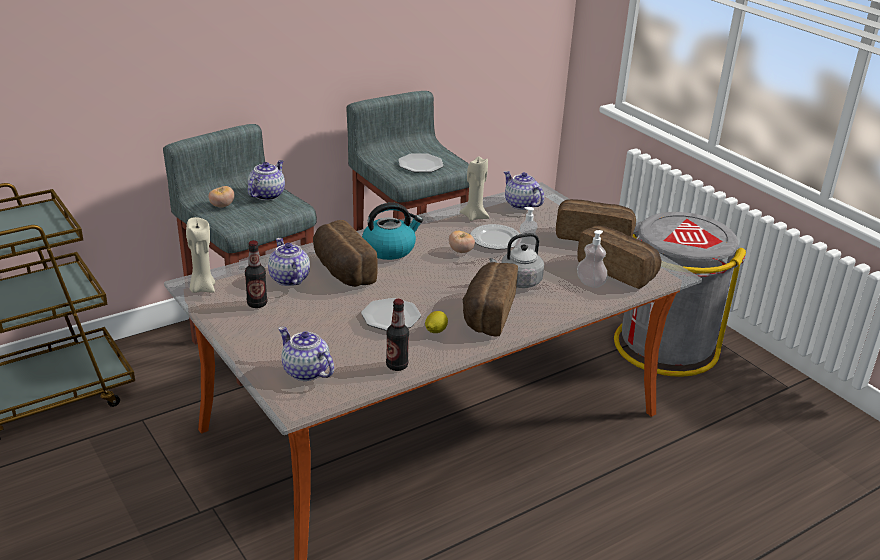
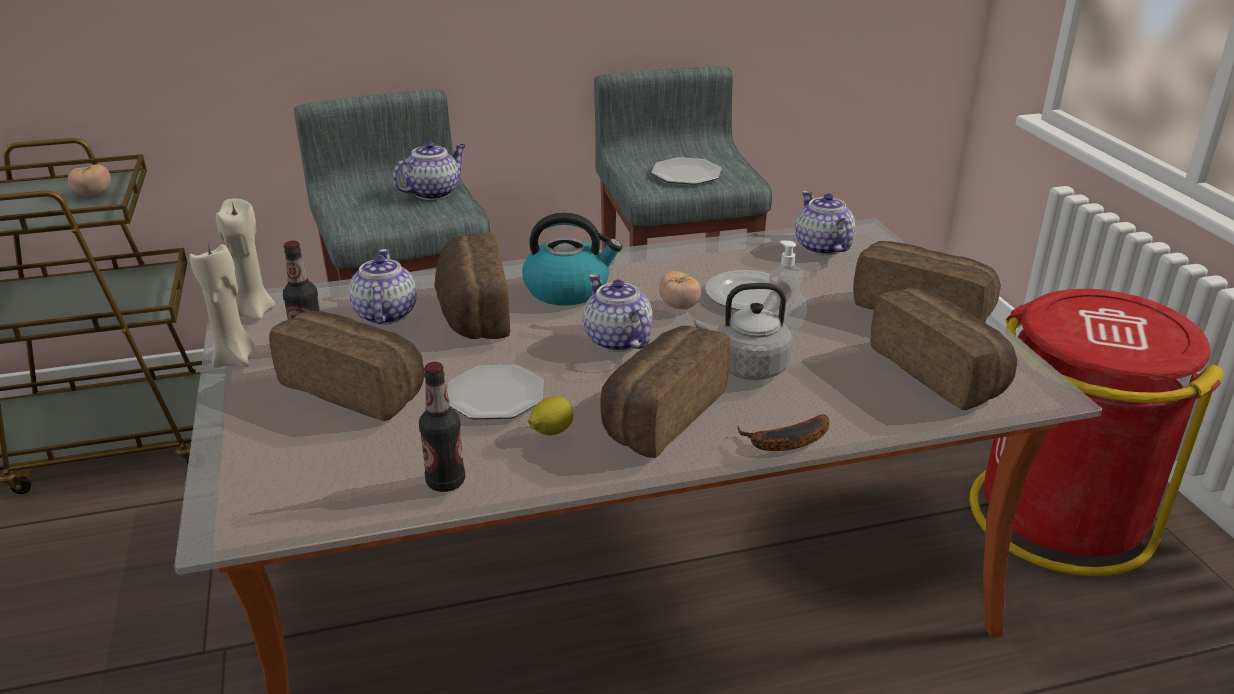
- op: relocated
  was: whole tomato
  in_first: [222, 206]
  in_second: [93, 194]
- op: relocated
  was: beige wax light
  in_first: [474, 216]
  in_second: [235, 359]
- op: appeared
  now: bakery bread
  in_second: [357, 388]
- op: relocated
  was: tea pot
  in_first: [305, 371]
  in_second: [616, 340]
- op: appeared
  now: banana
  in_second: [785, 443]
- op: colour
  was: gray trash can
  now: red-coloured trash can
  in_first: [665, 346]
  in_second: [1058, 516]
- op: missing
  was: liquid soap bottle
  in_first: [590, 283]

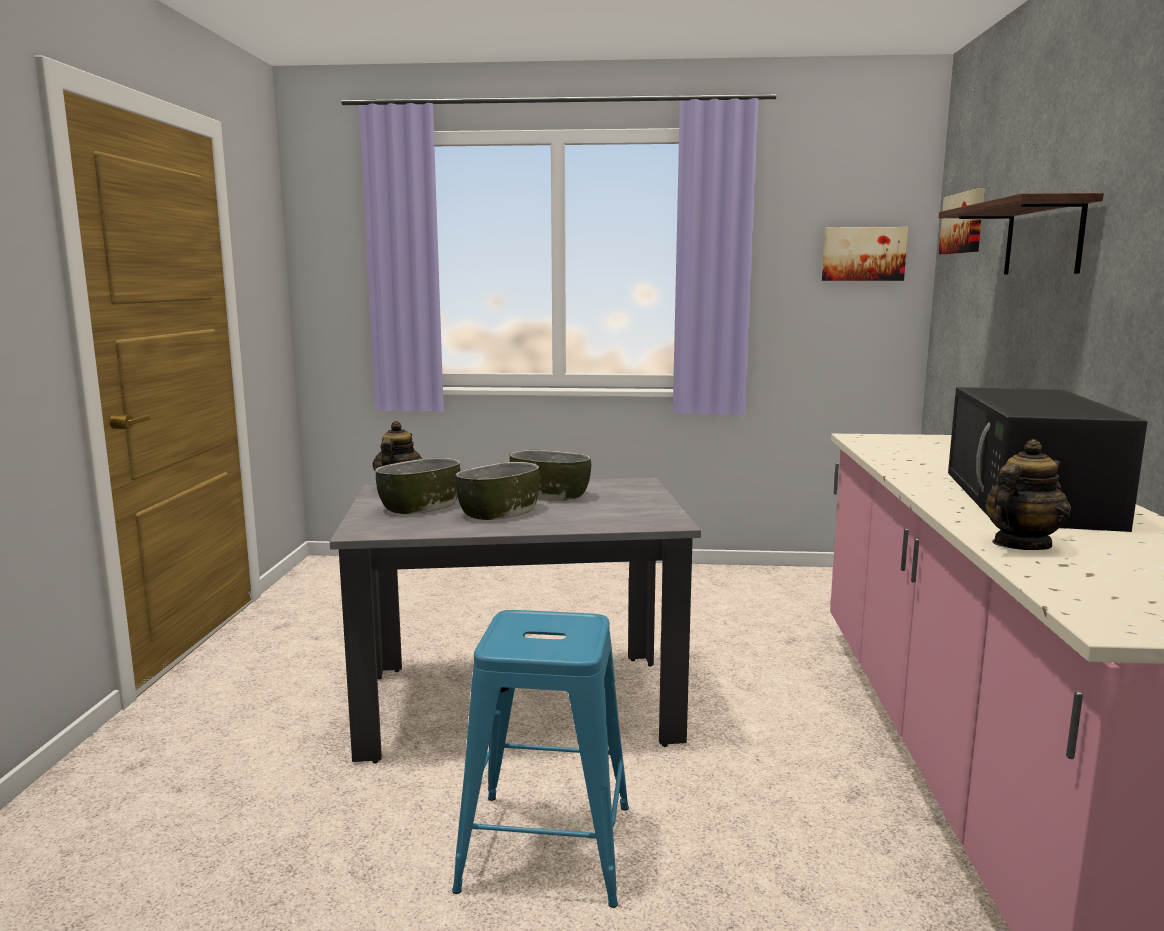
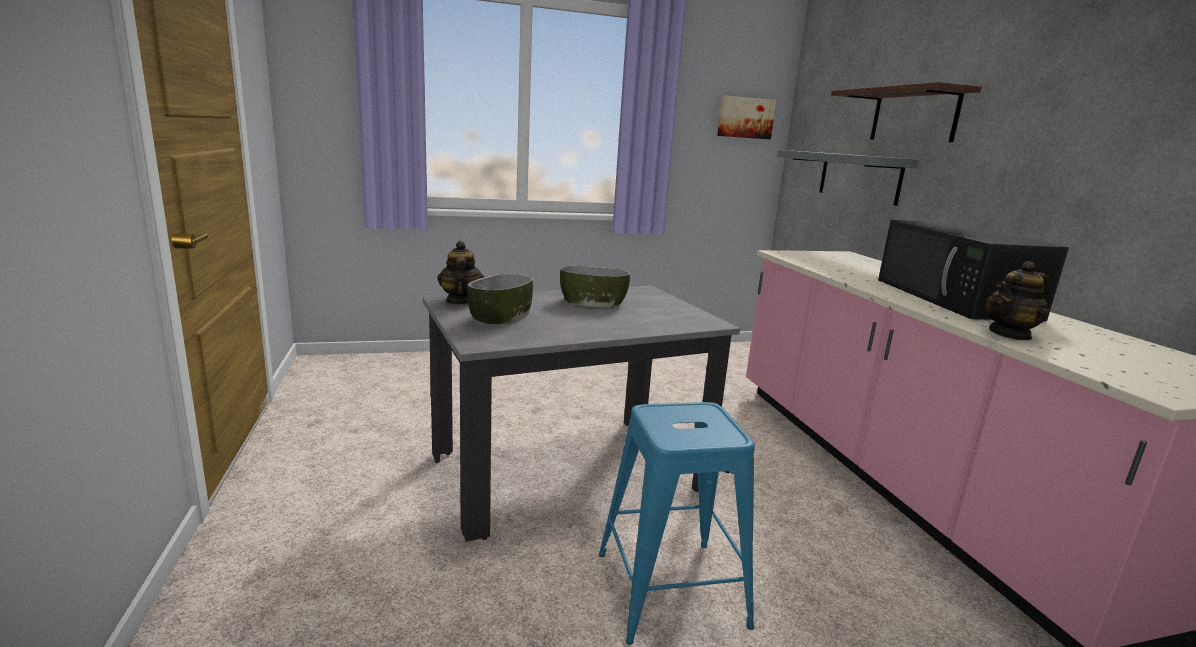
- op: appeared
  now: gray shelf
  in_second: [859, 177]
- op: spun
  was: tea pot
  in_first: [1020, 545]
  in_second: [1010, 334]
  clockwise: -150
- op: missing
  was: serving bowl
  in_first: [499, 512]
- op: missing
  was: wall picture
  in_first: [964, 223]

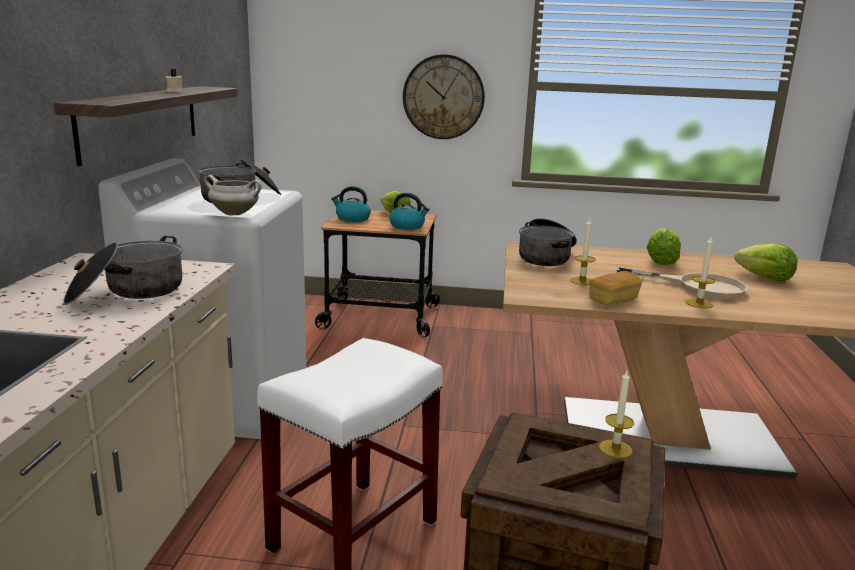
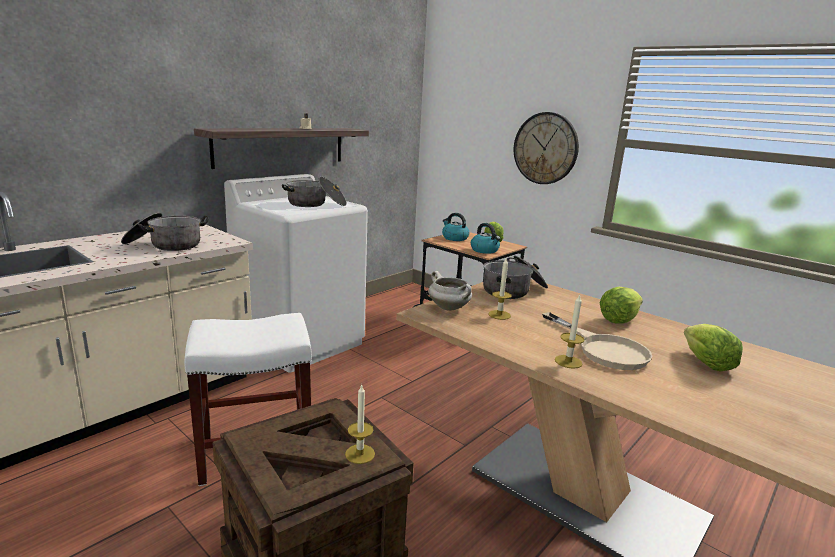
- op: relocated
  was: white cooking pot
  in_first: [235, 214]
  in_second: [449, 308]
- op: missing
  was: bakery bread
  in_first: [613, 299]

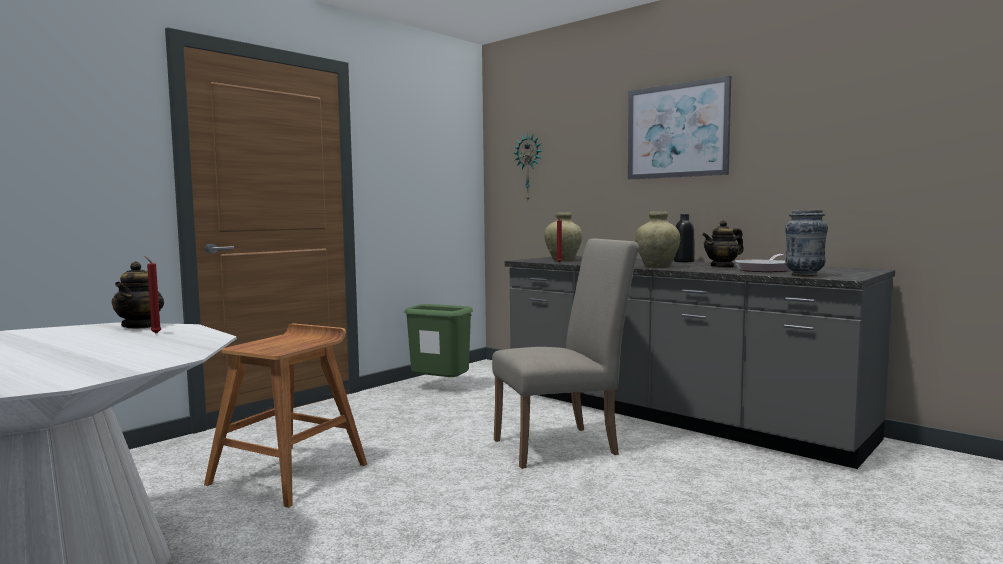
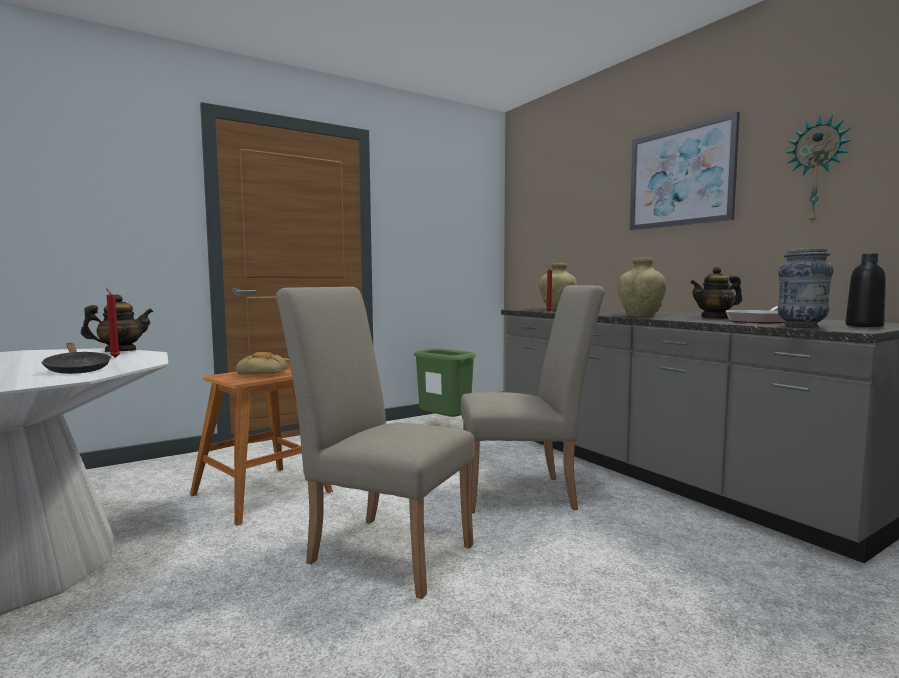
- op: appeared
  now: black frying pan
  in_second: [77, 369]
- op: spun
  was: tea pot
  in_first: [140, 326]
  in_second: [120, 351]
  clockwise: -135
- op: appeared
  now: bakery bread
  in_second: [264, 371]
- op: appeared
  now: beige plain chair
  in_second: [382, 549]
- op: relocated
  was: hanging clock
  in_first: [529, 167]
  in_second: [817, 171]
- op: relocated
  was: black beverage bottle
  in_first: [683, 261]
  in_second: [864, 326]

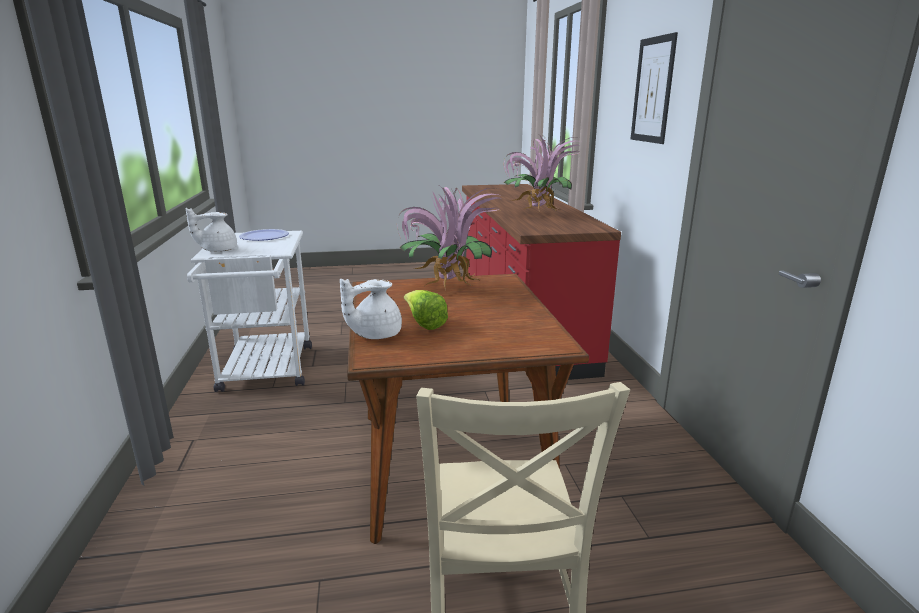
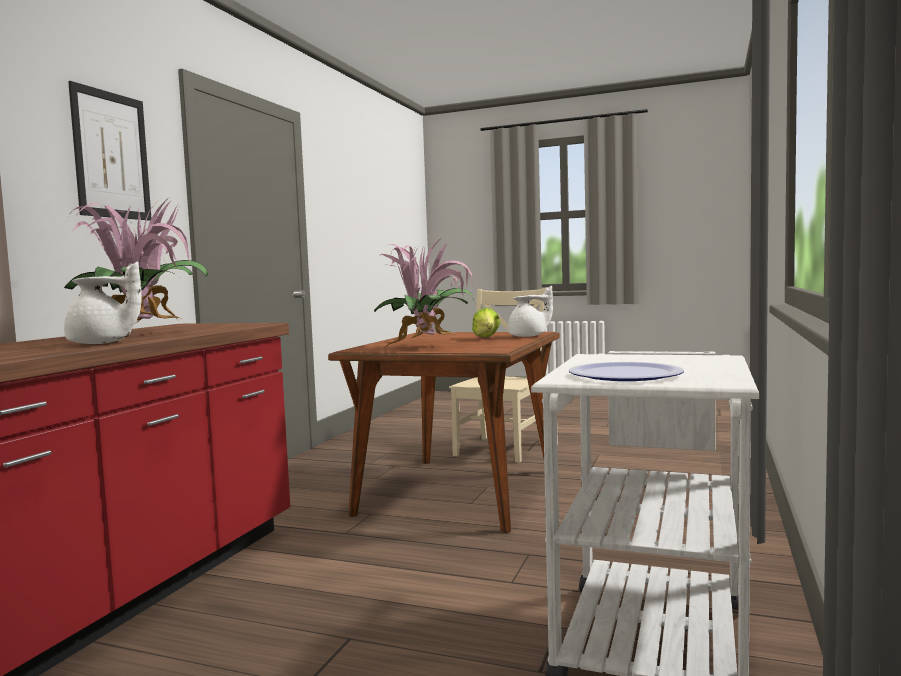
- op: relocated
  was: white tea pot
  in_first: [217, 250]
  in_second: [102, 343]

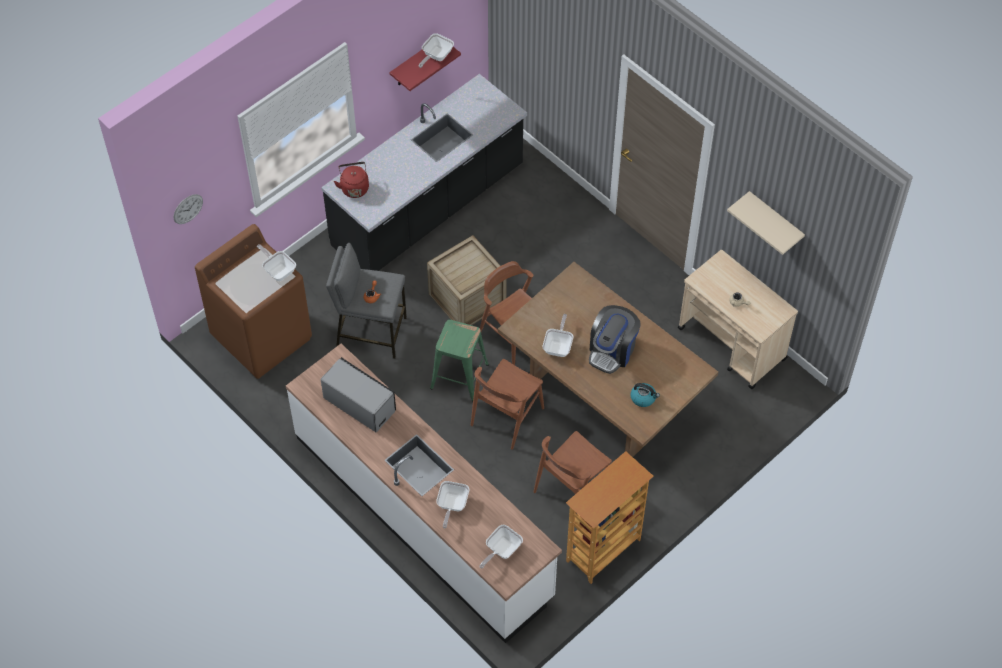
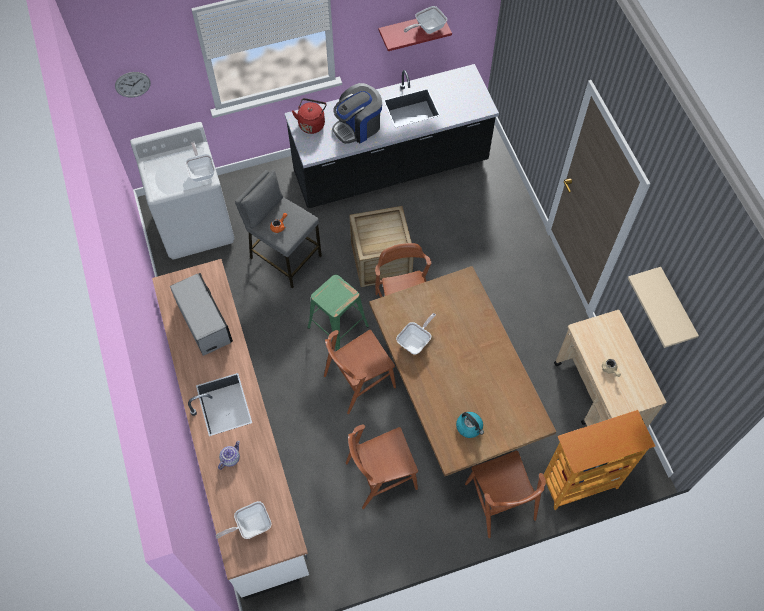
- op: colour
  was: brownish washing machine
  now: white washing machine
  in_first: [262, 336]
  in_second: [196, 225]
- op: exchanged
  was: frying pan
  now: tea pot
  in_first: [451, 505]
  in_second: [230, 458]
- op: relocated
  was: coffee brewer
  in_first: [612, 350]
  in_second: [358, 127]
- op: appeared
  now: brownish plain chair
  in_second: [500, 501]
- op: relocated
  was: shelving unit
  in_first: [603, 551]
  in_second: [579, 484]

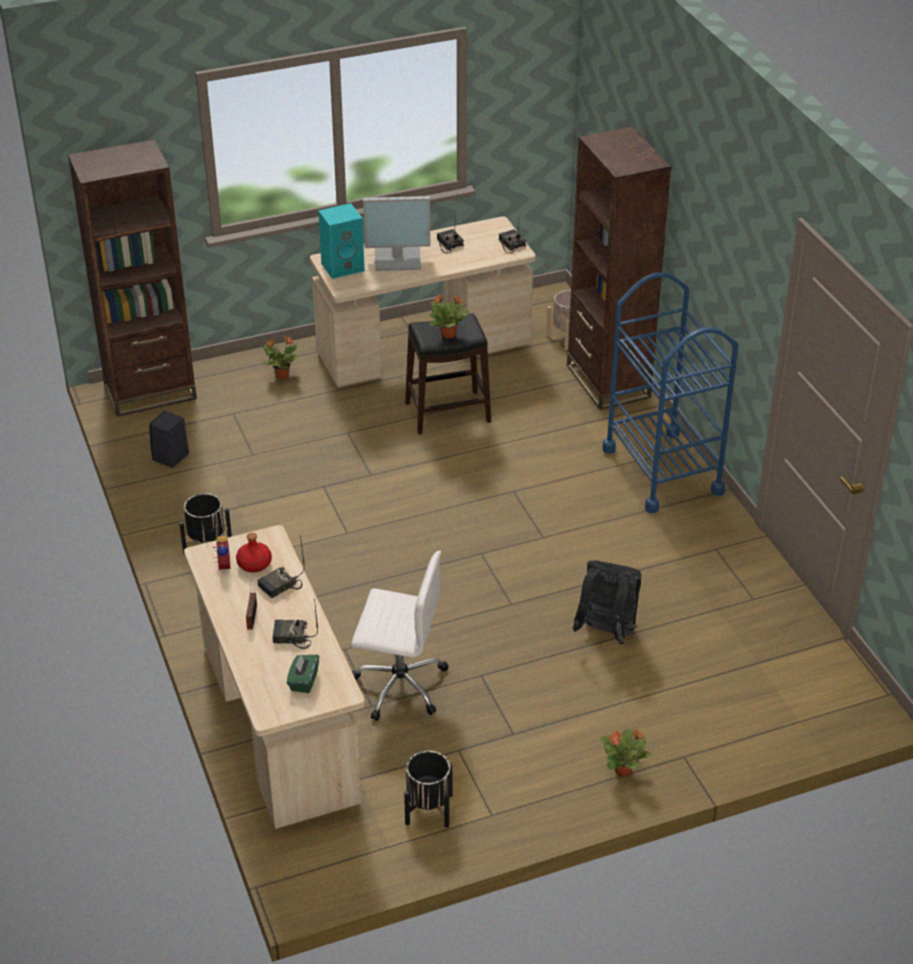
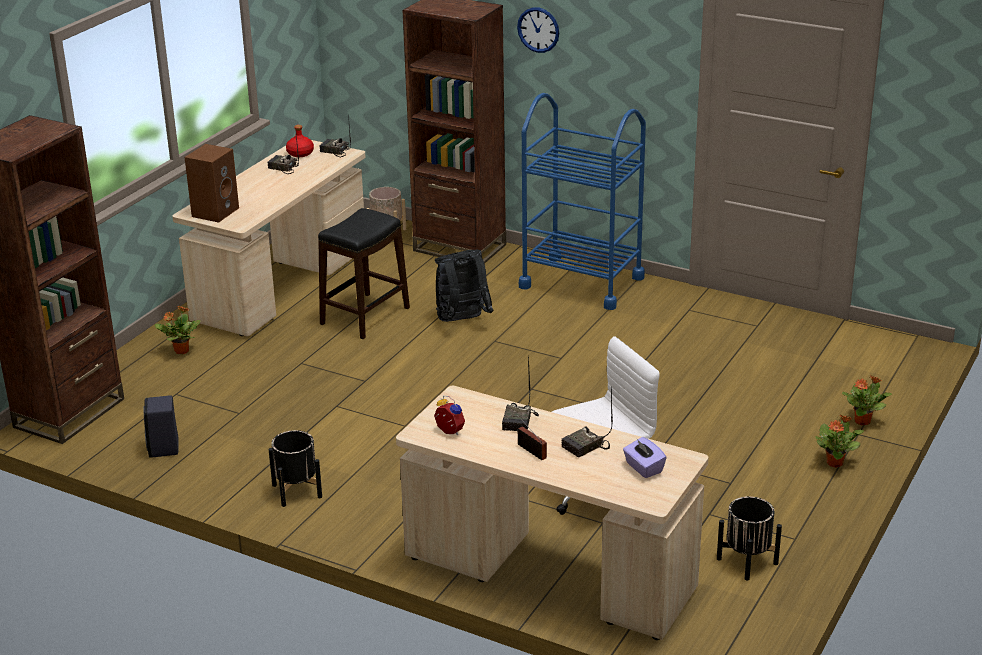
- op: colour
  was: turquoise-coloured loudspeaker
  now: brownish loudspeaker
  in_first: [343, 266]
  in_second: [215, 211]
- op: relocated
  was: red-coloured beverage bottle
  in_first: [255, 564]
  in_second: [300, 153]
- op: relocated
  was: black knapsack
  in_first: [606, 633]
  in_second: [462, 321]
- op: appeared
  now: hanging clock
  in_second: [538, 29]
- op: colour
  was: greenish tissue box
  now: purple tissue box
  in_first: [303, 681]
  in_second: [643, 468]
- op: relocated
  was: plant in a pot
  in_first: [449, 335]
  in_second: [863, 421]
- op: missing
  was: monitor
  in_first: [398, 258]

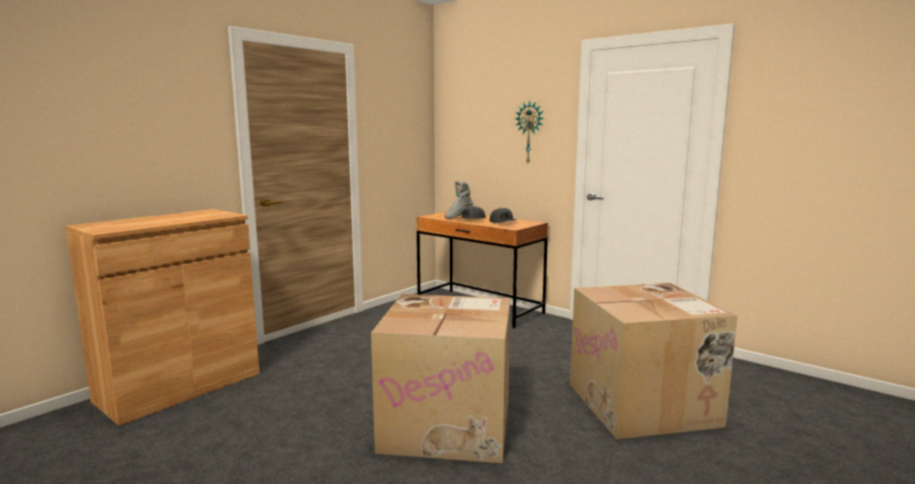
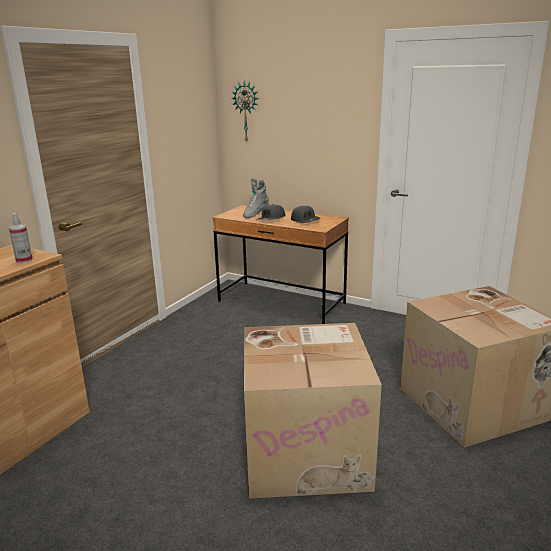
- op: appeared
  now: spray bottle
  in_second: [24, 260]
- op: relocated
  was: hanging clock
  in_first: [530, 132]
  in_second: [246, 112]

